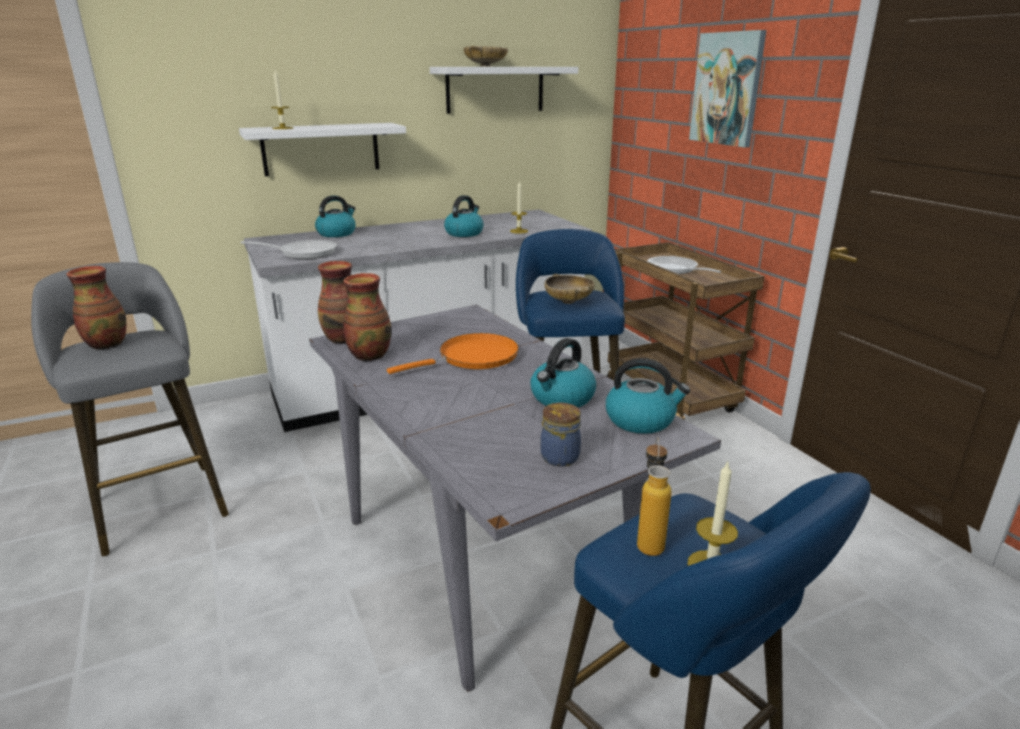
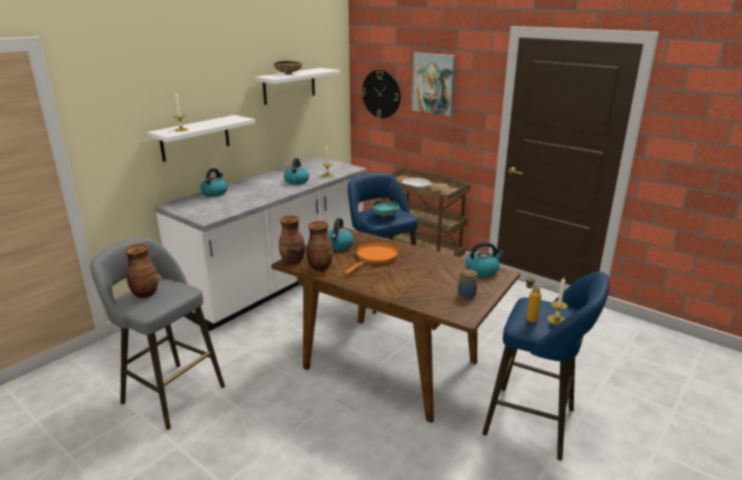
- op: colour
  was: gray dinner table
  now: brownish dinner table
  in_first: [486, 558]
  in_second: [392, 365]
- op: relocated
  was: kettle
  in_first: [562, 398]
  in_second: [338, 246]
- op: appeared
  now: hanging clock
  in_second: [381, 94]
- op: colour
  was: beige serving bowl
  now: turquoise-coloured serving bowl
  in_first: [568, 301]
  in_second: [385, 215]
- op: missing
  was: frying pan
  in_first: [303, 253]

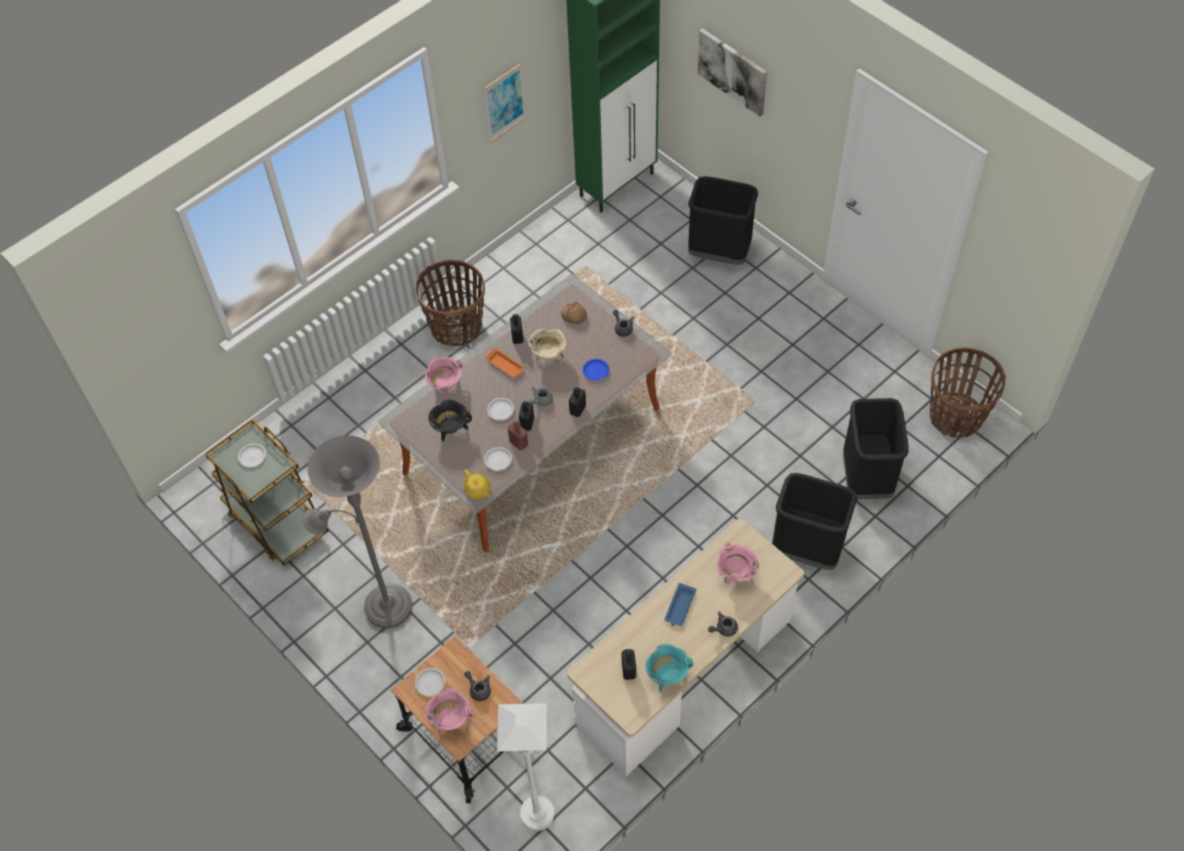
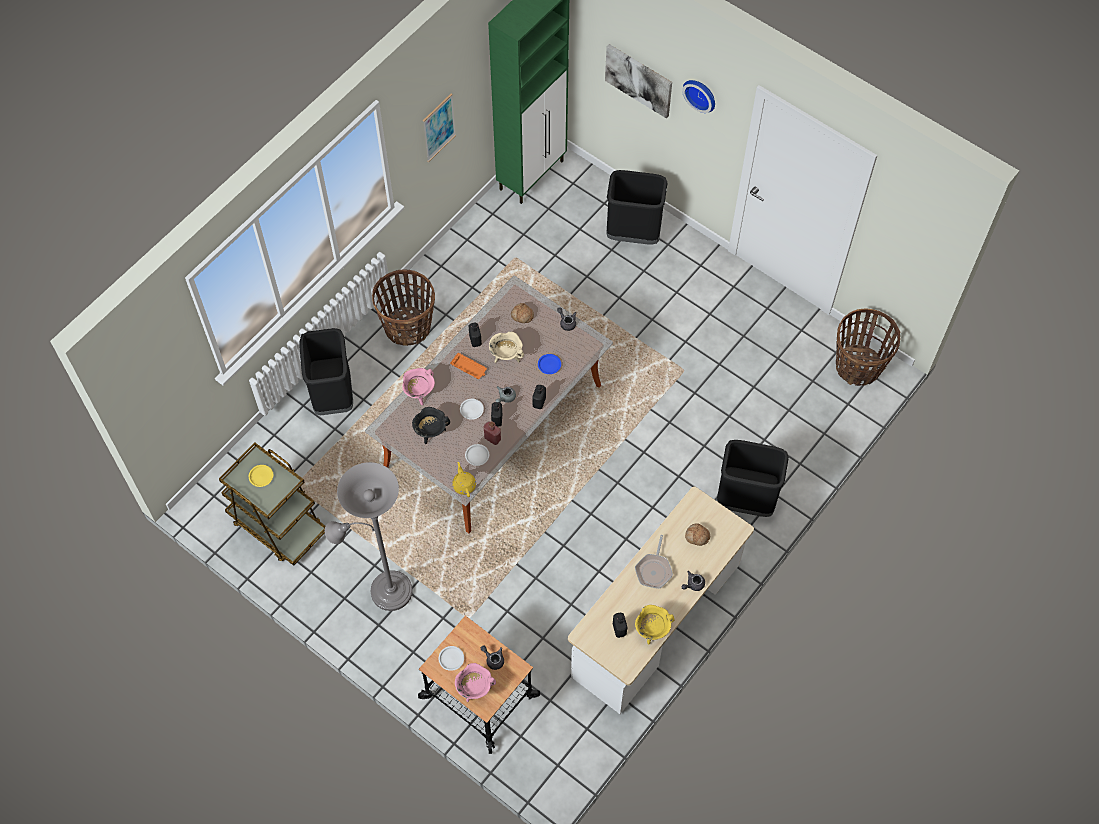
- op: colour
  was: white flat dish
  now: yellow-coloured flat dish
  in_first: [252, 456]
  in_second: [261, 476]
- op: relocated
  was: black trash can
  in_first: [866, 478]
  in_second: [332, 395]
- op: spun
  was: yellow-coloured tea pot
  in_first: [478, 490]
  in_second: [464, 485]
  clockwise: -150
- op: exchanged
  was: bluish carrying tray
  now: frying pan
  in_first: [680, 607]
  in_second: [654, 570]
- op: colour
  was: turquoise-coloured cooking pot
  now: yellow-coloured cooking pot
  in_first: [667, 676]
  in_second: [652, 630]
- op: appeared
  now: hanging clock
  in_second: [701, 94]
- op: exchanged
  was: pink-coloured cooking pot
  now: bakery bread
  in_first: [735, 575]
  in_second: [697, 537]
- op: missing
  was: white floor lamp
  in_first: [537, 814]

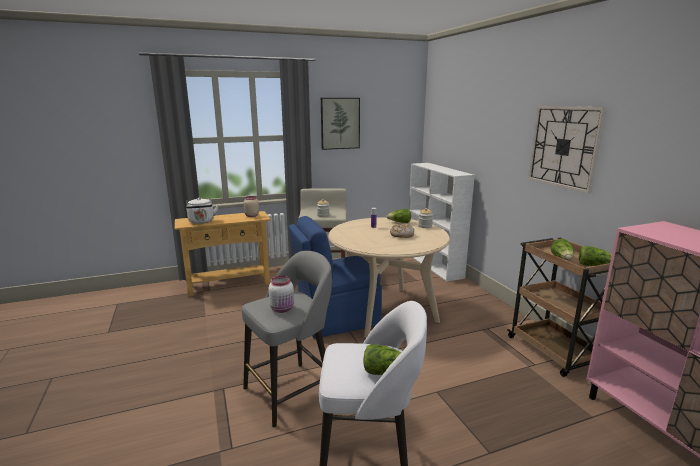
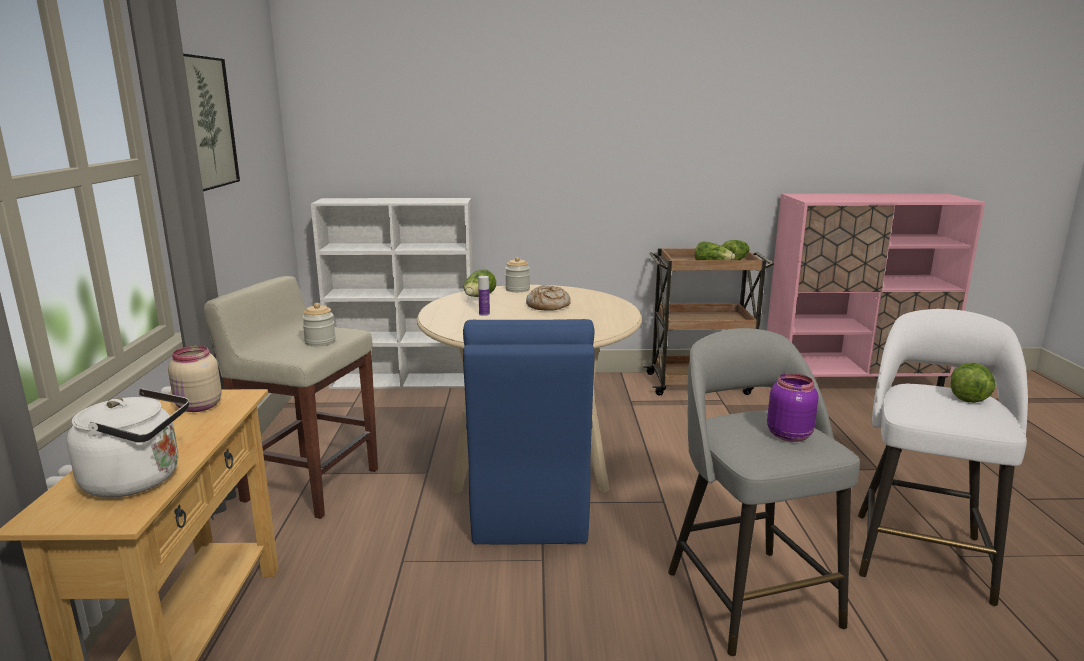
- op: colour
  was: white preserve jar
  now: purple preserve jar
  in_first: [282, 309]
  in_second: [789, 435]
- op: missing
  was: hanging clock
  in_first: [564, 147]

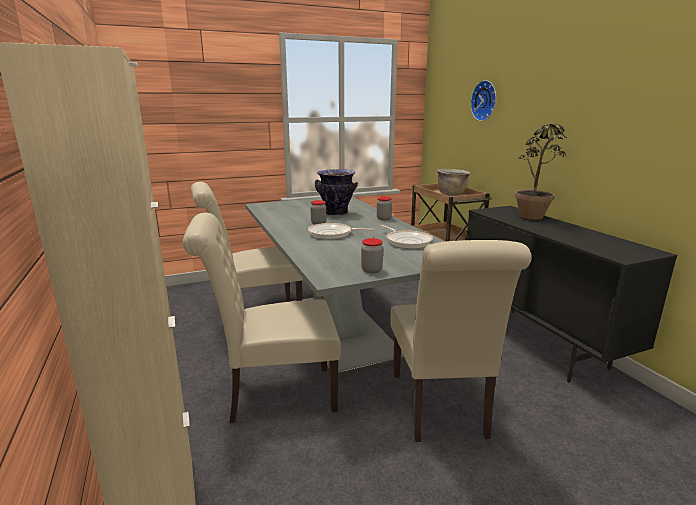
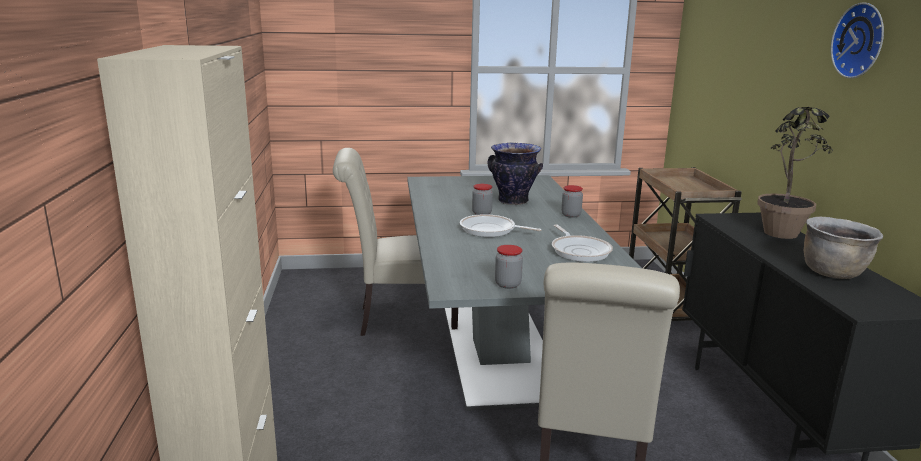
- op: relocated
  was: brownish cooking pot
  in_first: [451, 194]
  in_second: [833, 273]
- op: relocated
  was: hanging clock
  in_first: [485, 101]
  in_second: [861, 41]
- op: missing
  was: beige plain chair
  in_first: [274, 395]

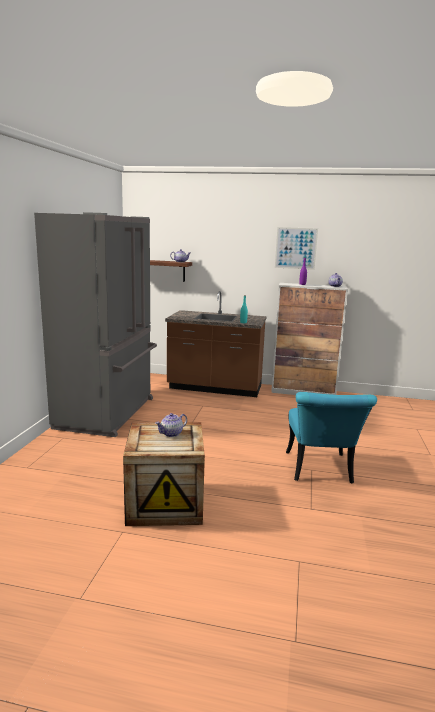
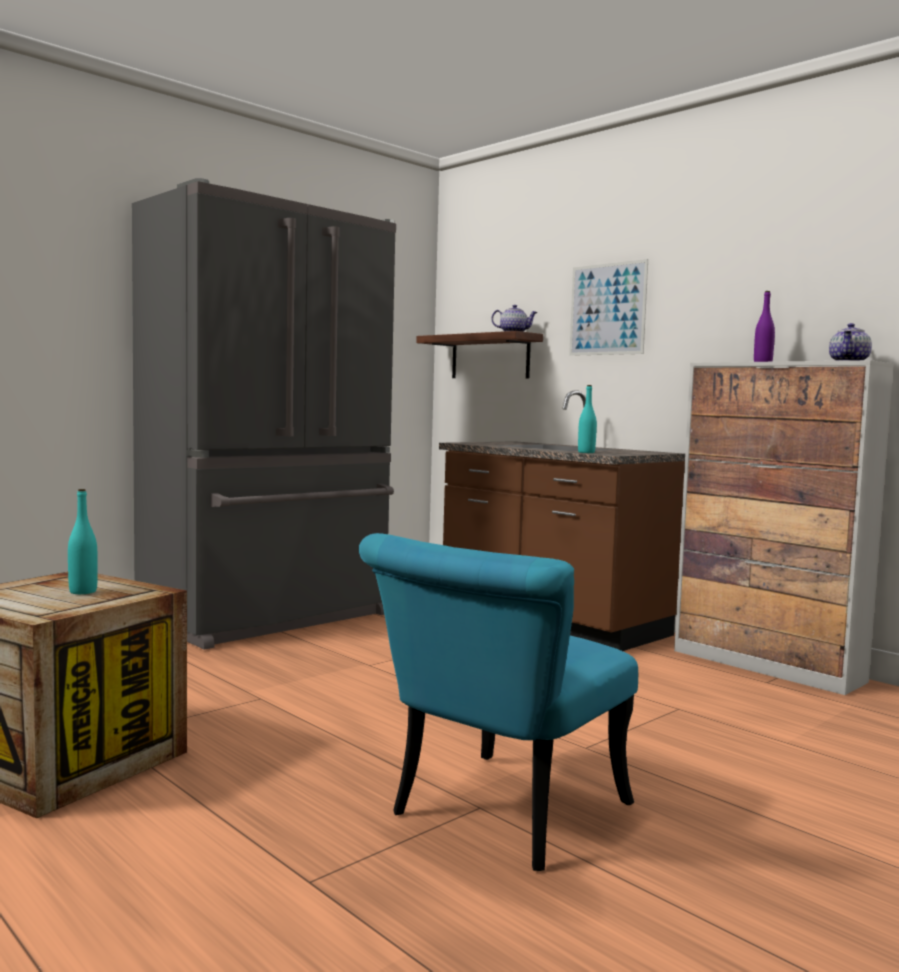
- op: exchanged
  was: tea pot
  now: turquoise-coloured beverage bottle
  in_first: [171, 434]
  in_second: [83, 591]
- op: relocated
  was: wall picture
  in_first: [296, 248]
  in_second: [607, 309]

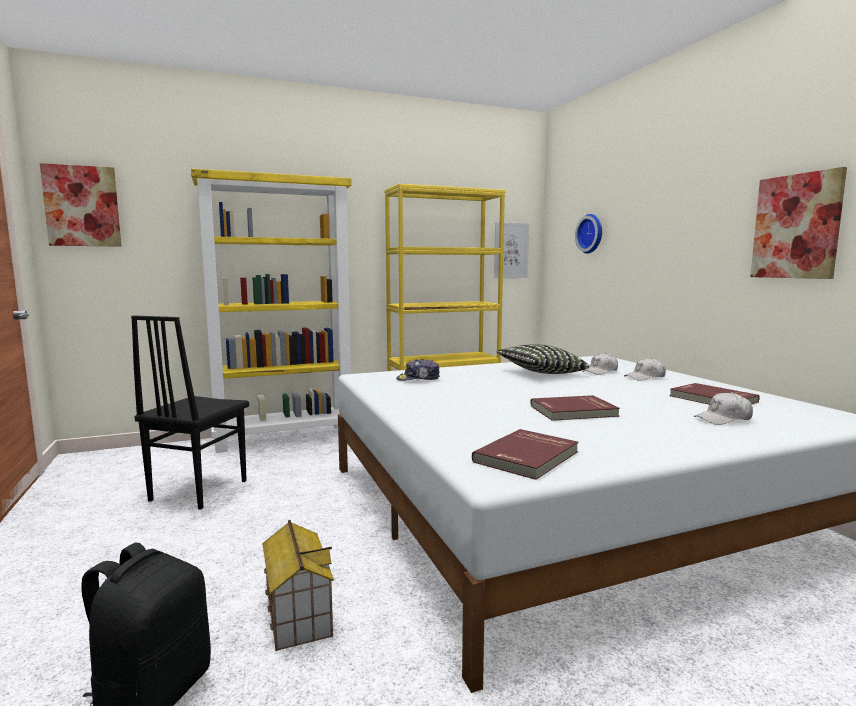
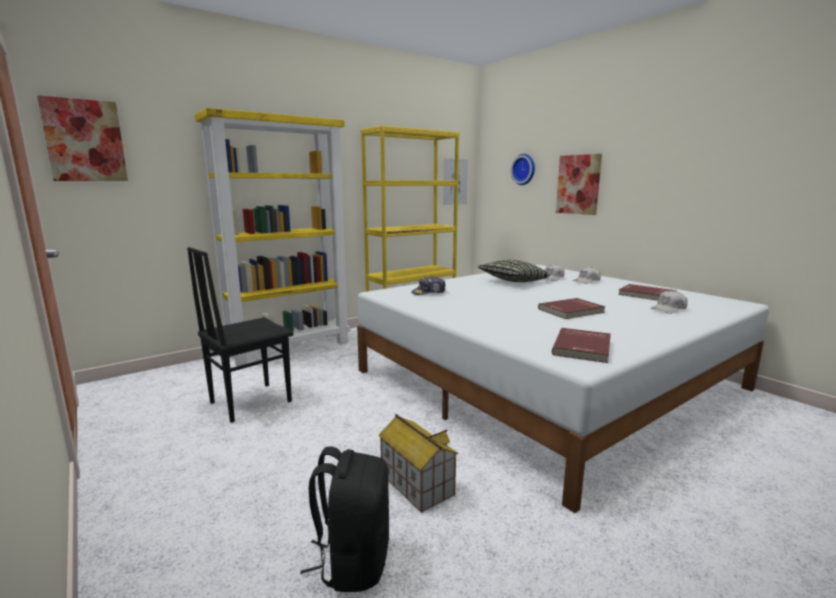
- op: spun
  was: black plain chair
  in_first: [197, 490]
  in_second: [249, 402]
  clockwise: 45
- op: relocated
  was: wall picture
  in_first: [796, 226]
  in_second: [578, 184]

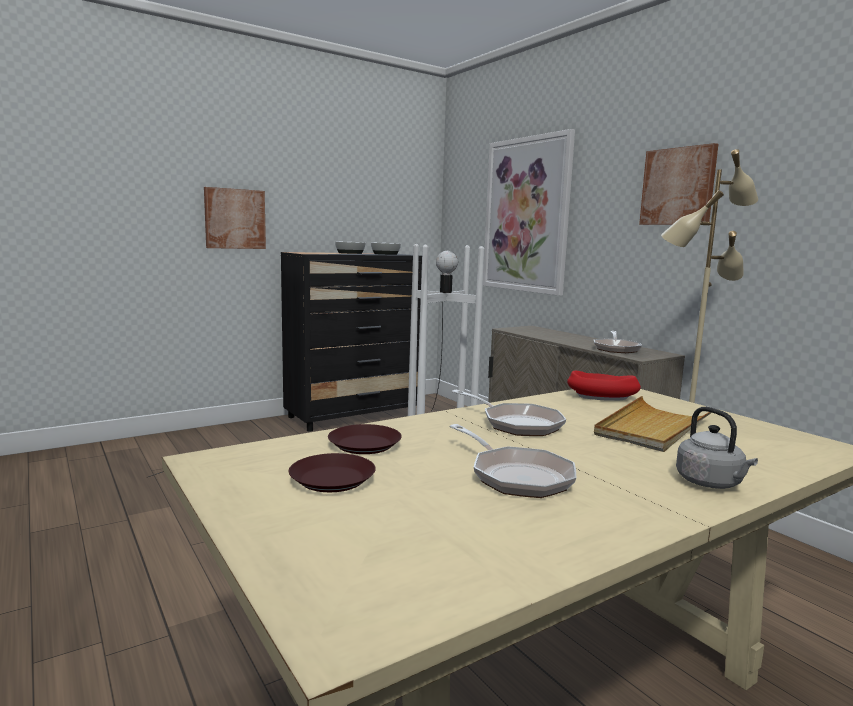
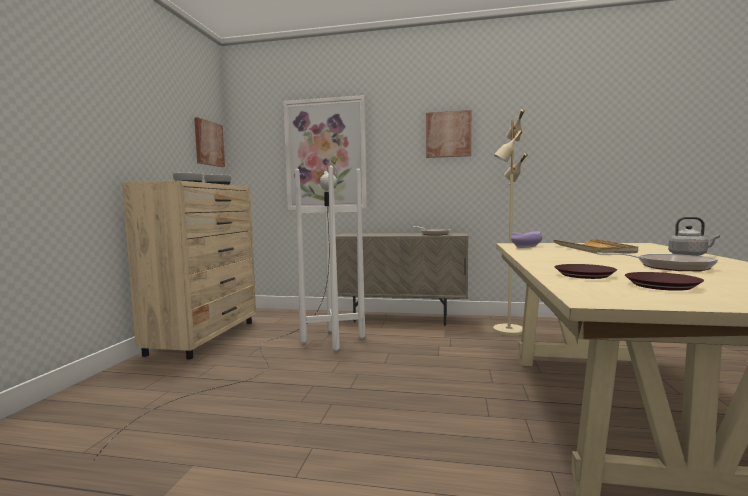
- op: colour
  was: black dresser
  now: beige dresser
  in_first: [354, 415]
  in_second: [205, 337]
- op: relocated
  was: wall picture
  in_first: [235, 219]
  in_second: [208, 143]
- op: colour
  was: red-coloured serving bowl
  now: purple serving bowl
  in_first: [602, 397]
  in_second: [526, 246]
- op: missing
  was: frying pan
  in_first: [516, 424]

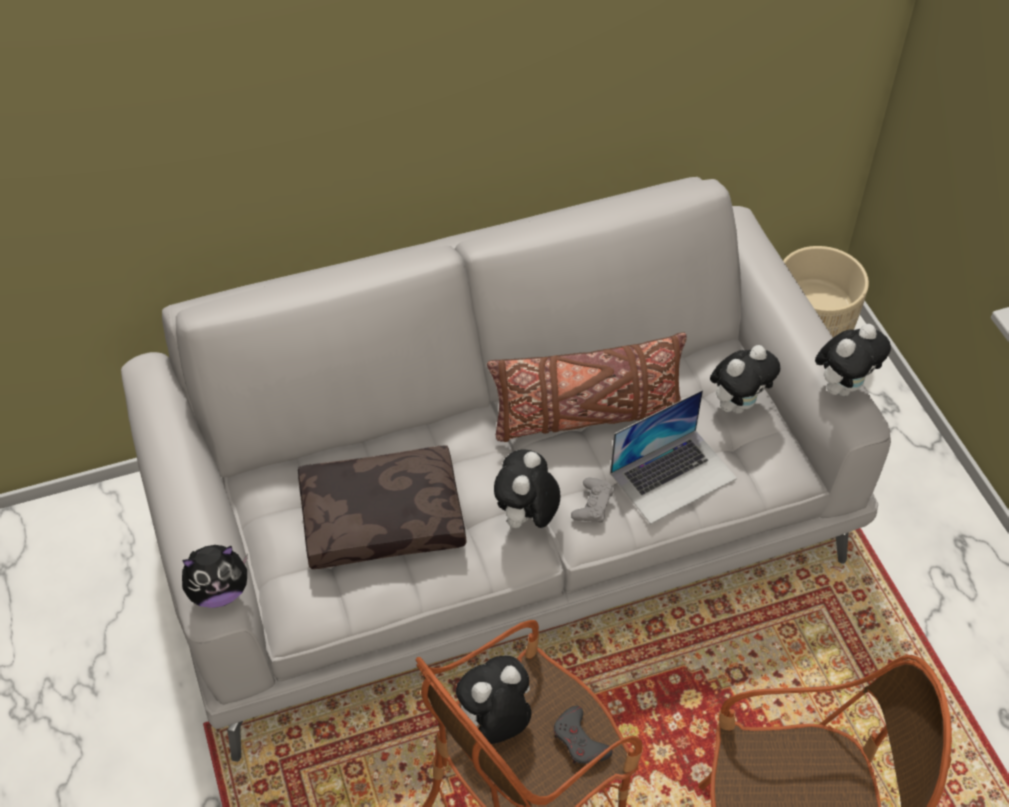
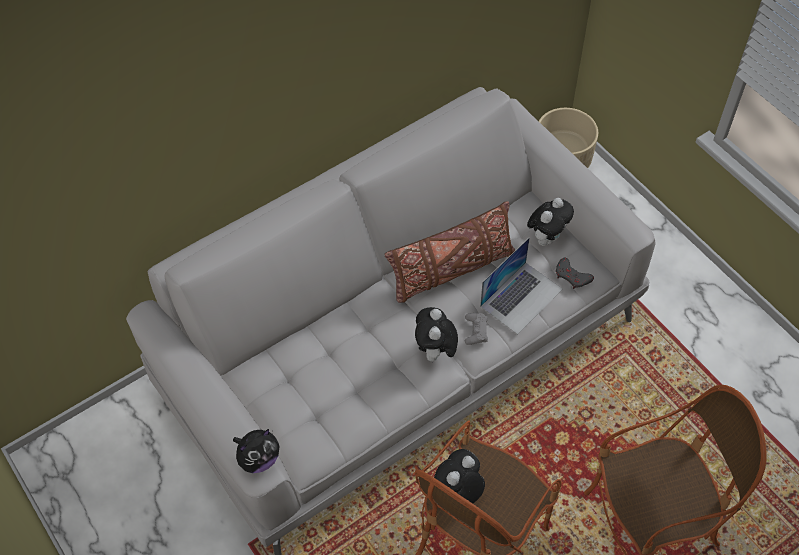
- op: relocated
  was: gray joypad
  in_first: [580, 741]
  in_second: [572, 276]
- op: missing
  was: brownish cushion
  in_first: [383, 516]
- op: missing
  was: plush toy
  in_first: [843, 386]

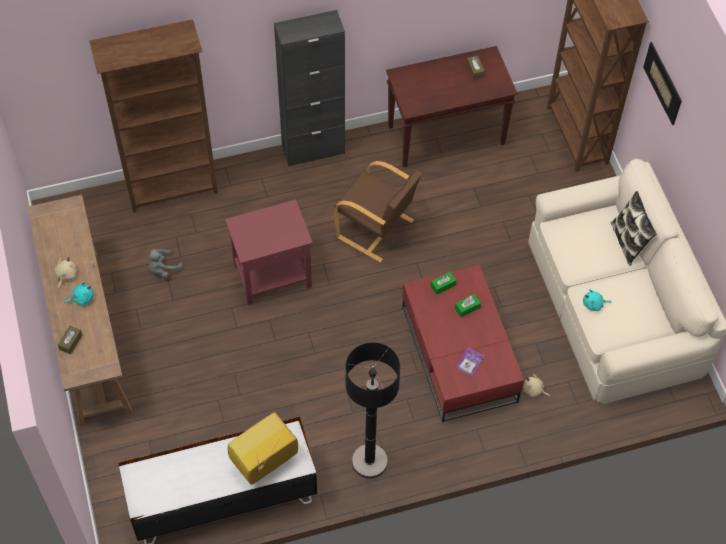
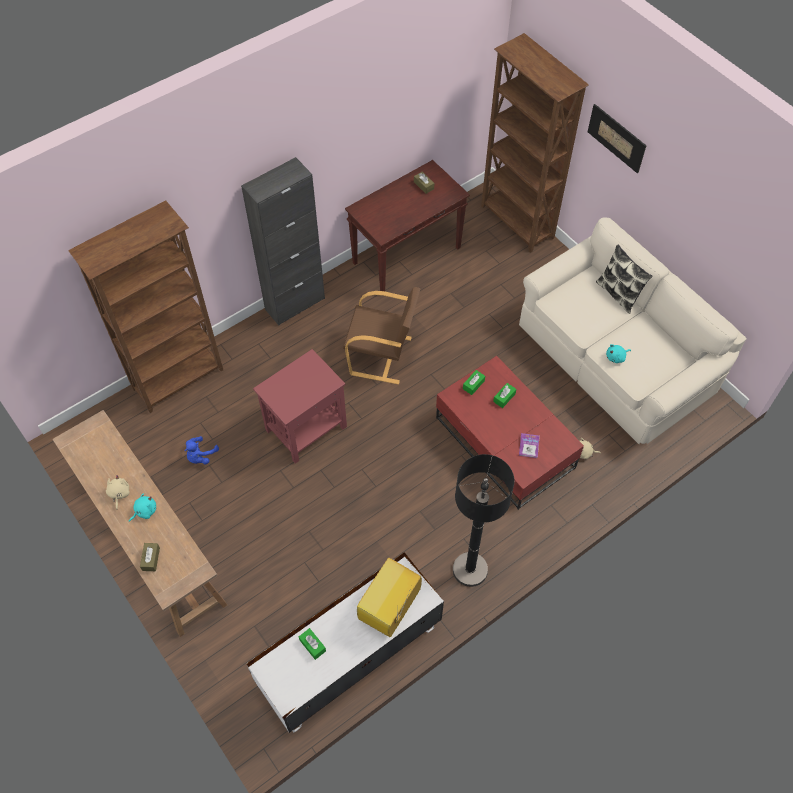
- op: colour
  was: gray plush toy
  now: bluish plush toy
  in_first: [163, 269]
  in_second: [200, 456]
- op: appeared
  now: greenish tissue box
  in_second: [312, 645]

